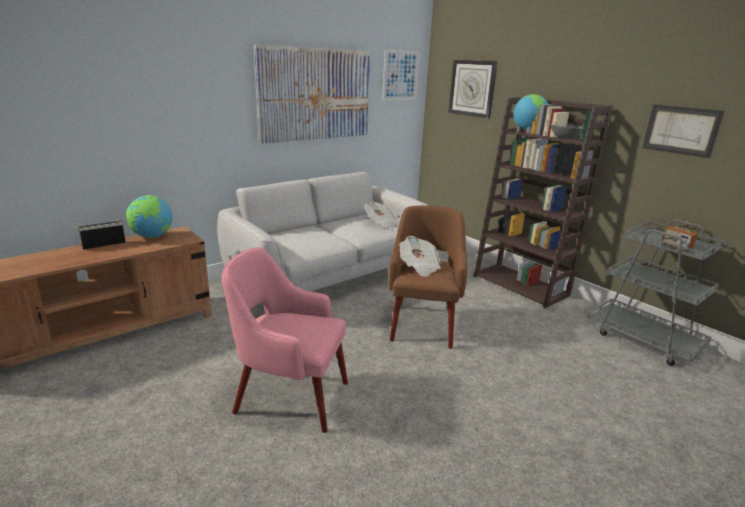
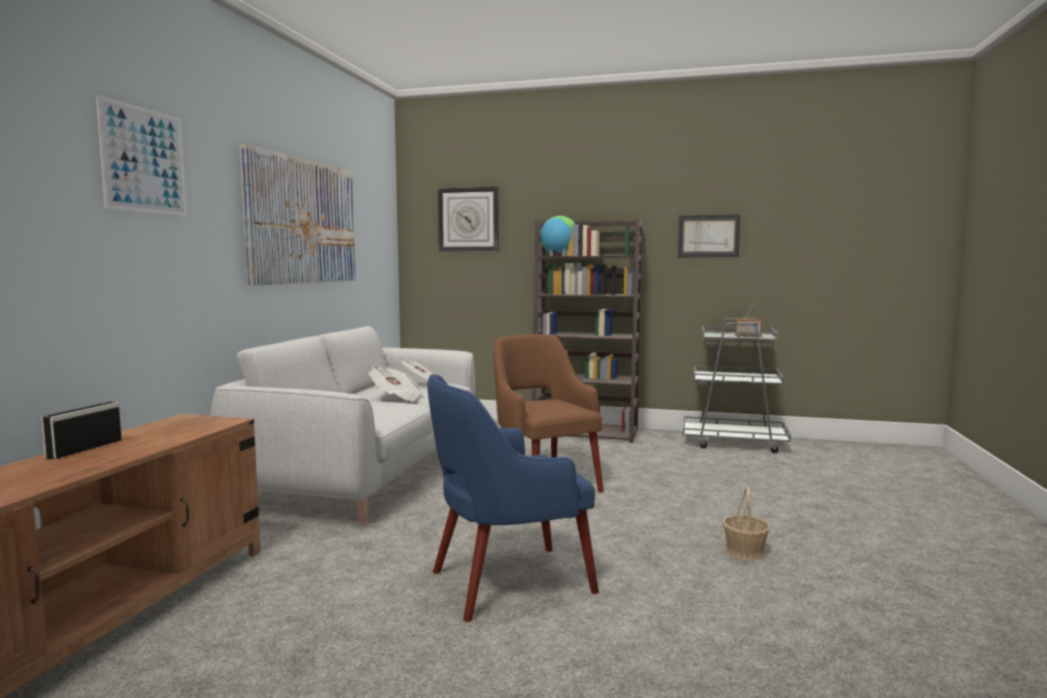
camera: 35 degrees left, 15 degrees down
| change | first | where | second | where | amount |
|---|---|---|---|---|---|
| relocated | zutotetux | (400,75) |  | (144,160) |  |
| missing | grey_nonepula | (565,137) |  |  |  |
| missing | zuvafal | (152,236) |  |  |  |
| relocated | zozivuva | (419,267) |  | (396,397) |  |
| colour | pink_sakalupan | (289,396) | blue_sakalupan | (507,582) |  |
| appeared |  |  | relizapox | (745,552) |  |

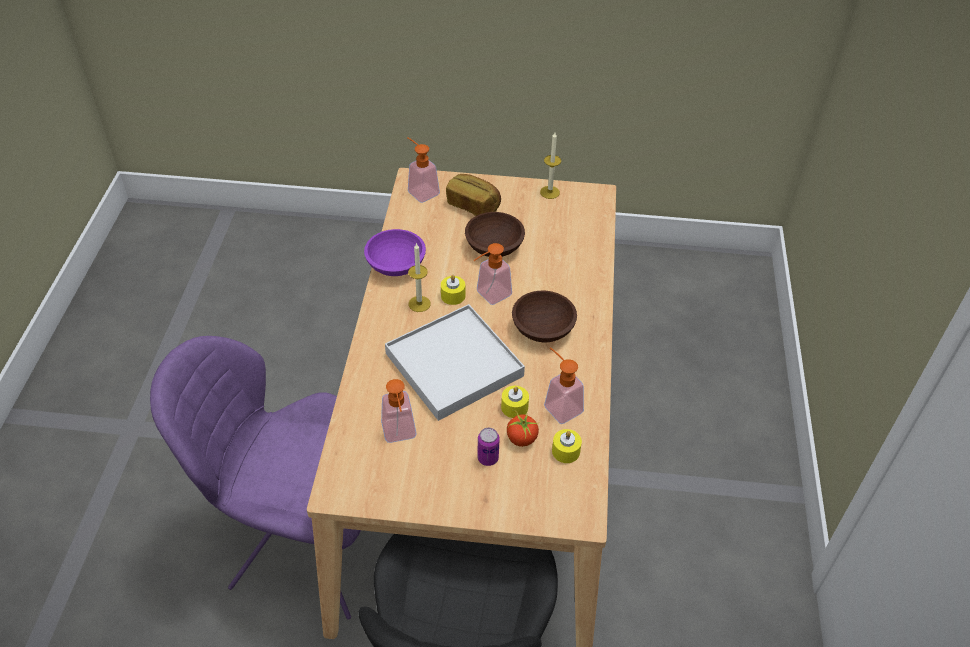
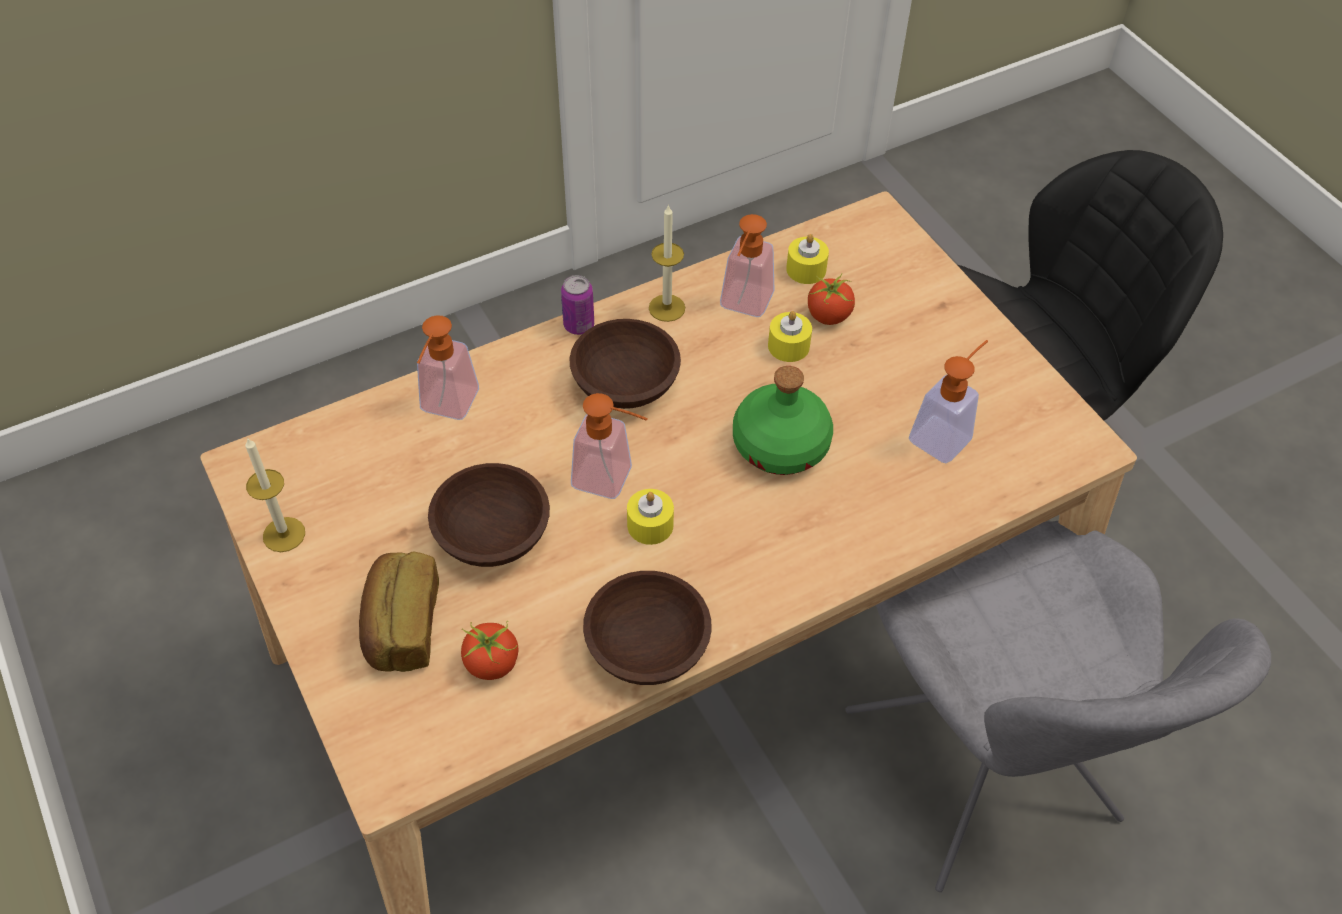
camera: 125 degrees left, 5 degrees up
| change | first | where | second | where | amount |
|---|---|---|---|---|---|
| relocated | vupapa | (420,190) |  | (446,408) |  |
| colour | purple_nonepula | (397,265) | brown_nonepula | (645,646) |  |
| relocated | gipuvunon | (419,304) |  | (667,308) |  |
| exchanged | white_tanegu | (453,365) | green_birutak | (781,446) |  |
| colour | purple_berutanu | (305,546) | grey_berutanu | (985,774) |  |
| relocated | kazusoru | (488,458) |  | (579,325) |  |
| appeared |  |  | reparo | (492,664) |  |

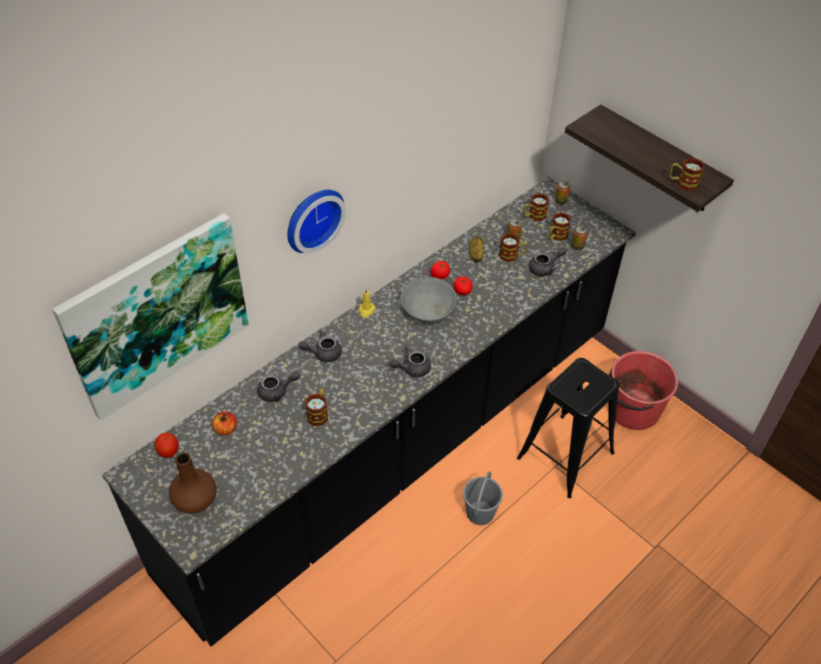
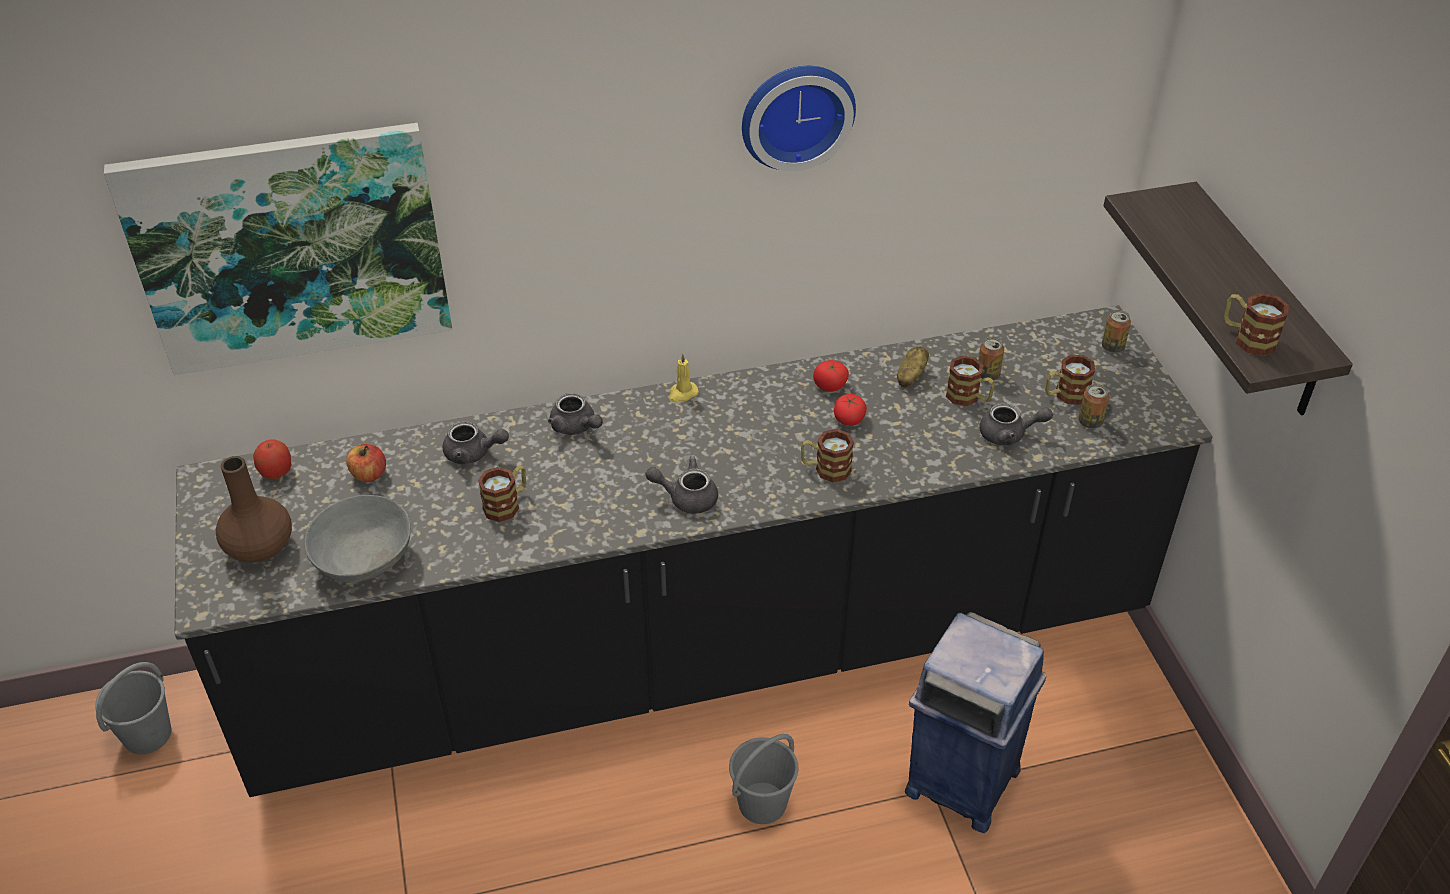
camera: 30 degrees right, 5 degrees down
| change | first | where | second | where | amount |
|---|---|---|---|---|---|
| relocated | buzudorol | (312,218) |  | (795,113) |  |
| relocated | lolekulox | (534,215) |  | (825,469) |  |
| relocated | grey_nonepula | (427,311) |  | (363,558) |  |
| spun | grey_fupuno | (323,353) |  | (576,427) | 150 degrees counterclockwise |
| missing | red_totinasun | (632,409) |  |  |  |
| exchanged | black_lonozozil | (565,455) | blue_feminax | (960,780) |  |
| appeared |  |  | grey_totinasun | (148,734) |  |

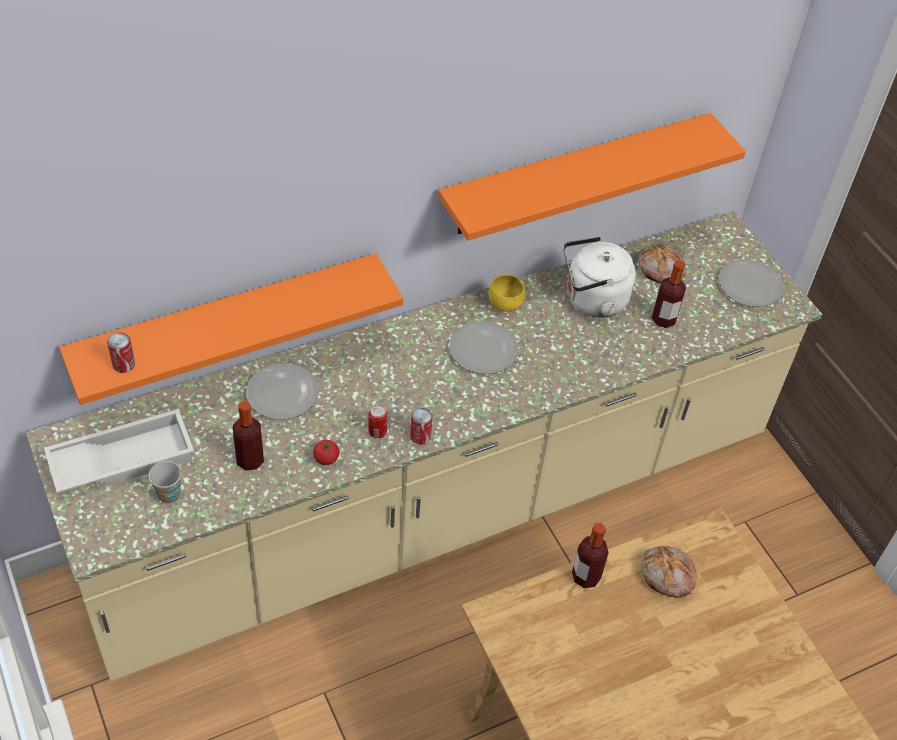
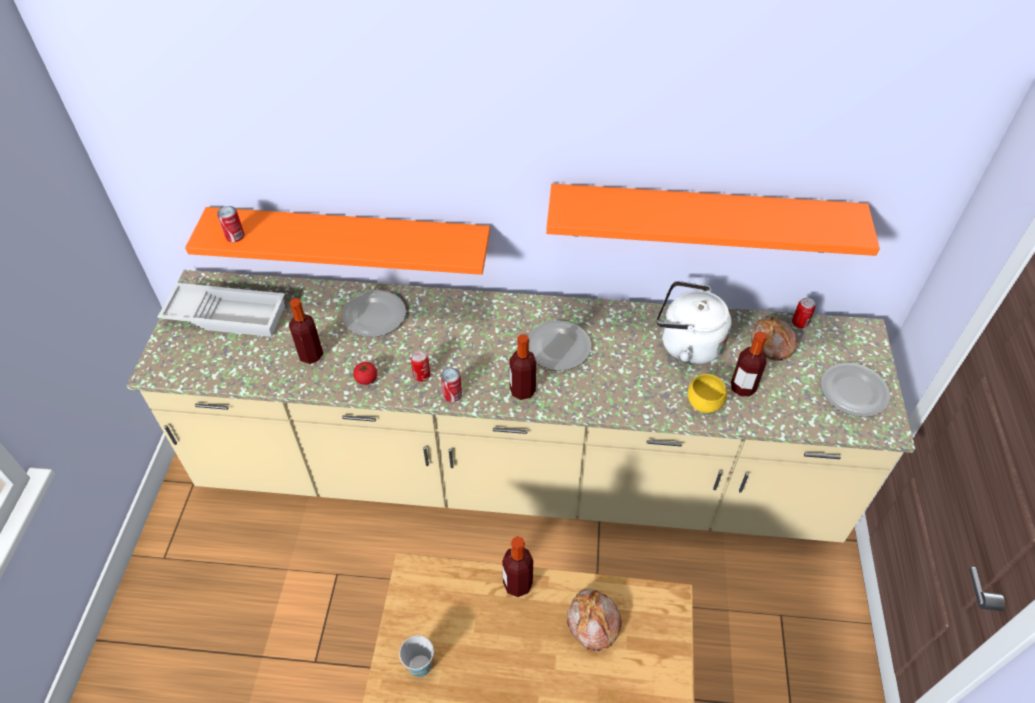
camera: 35 degrees right, 0 degrees up
| change | first | where | second | where | amount |
|---|---|---|---|---|---|
| relocated | yellow_nonepula | (505,304) |  | (704,403) |  |
| relocated | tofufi | (169,495) |  | (420,666) |  |
| appeared |  |  | kazusoru | (799,323) |  |
| appeared |  |  | birutak | (522,390) |  |

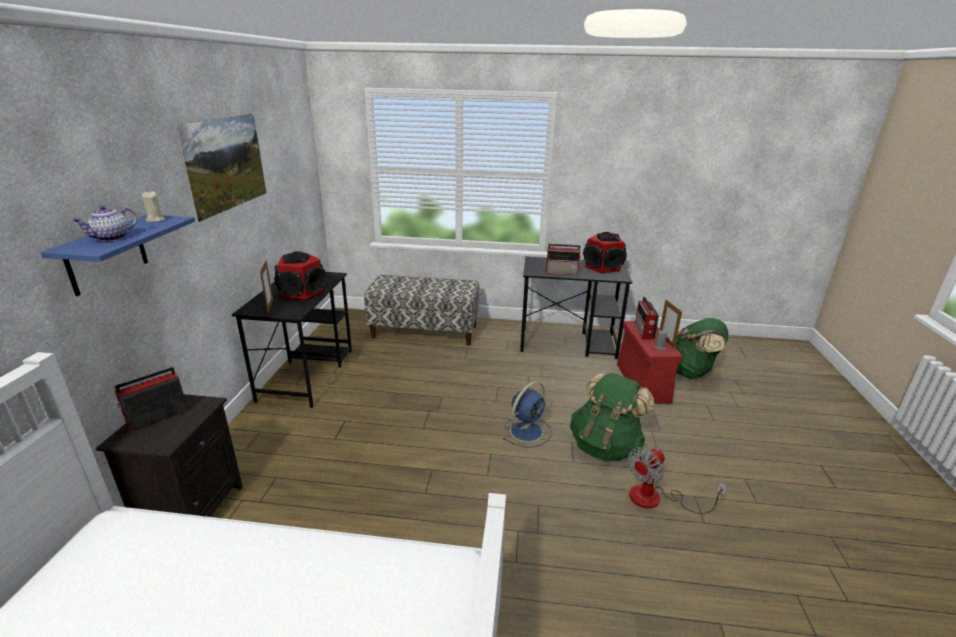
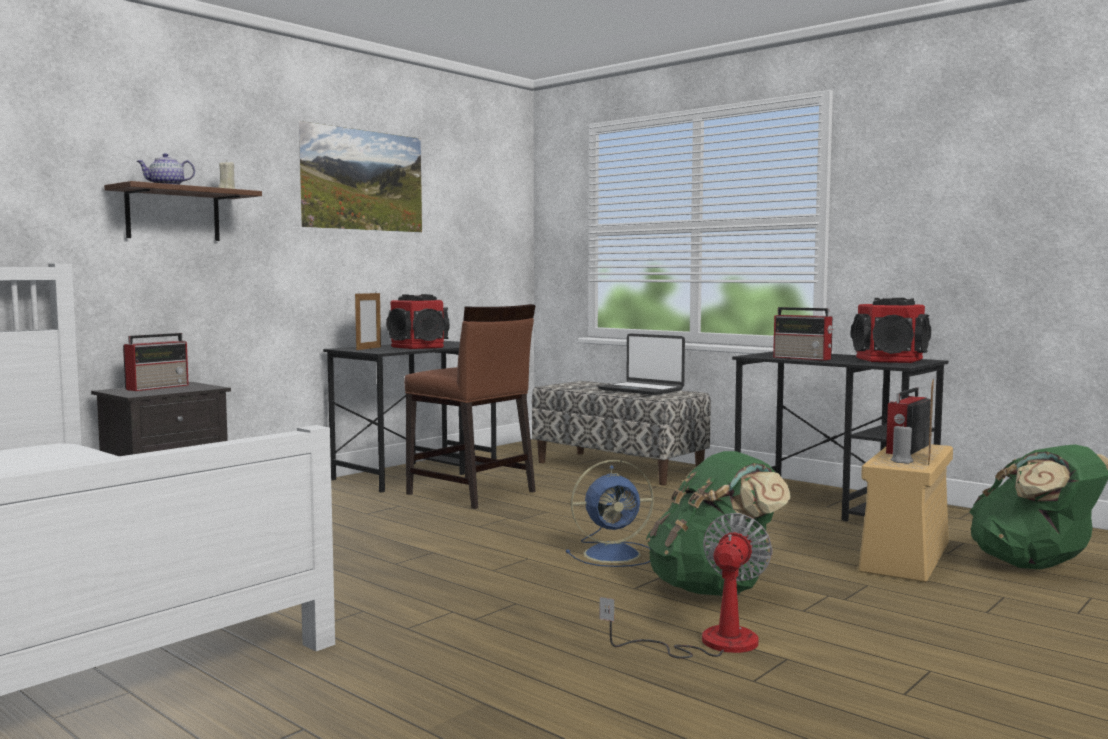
camera: 35 degrees right, 20 degrees down
| change | first | where | second | where | amount |
|---|---|---|---|---|---|
| colour | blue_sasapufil | (107,255) | brown_sasapufil | (173,214) |  |
| colour | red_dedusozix | (643,383) | beige_dedusozix | (905,558) |  |
| spun | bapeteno | (156,418) |  | (158,387) | 135 degrees clockwise |
| spun | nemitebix | (656,499) |  | (709,643) | 120 degrees clockwise |
| appeared |  |  | brown_berutanu | (471,493) |  |
| appeared |  |  | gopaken | (641,390) |  |

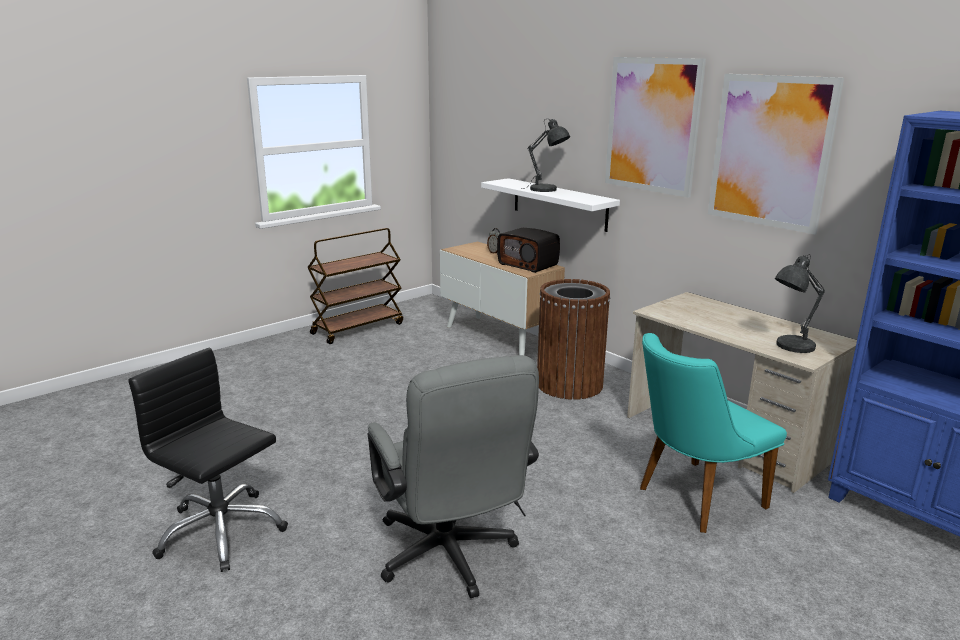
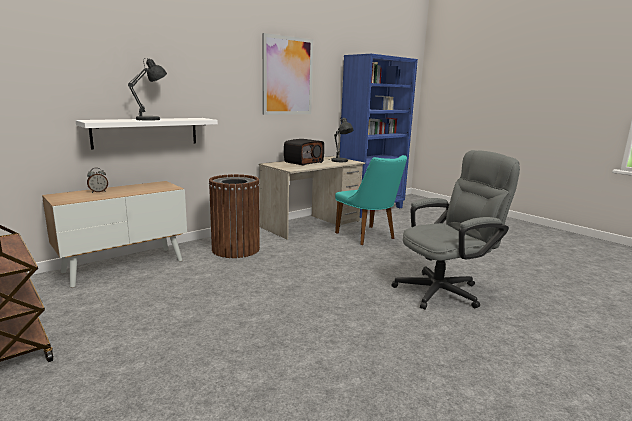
camera: 90 degrees left, 5 degrees down
| change | first | where | second | where | amount |
|---|---|---|---|---|---|
| missing | zutotetux | (652,125) |  |  |  |
| relocated | bapeteno | (529,264) |  | (303,162) |  |
| missing | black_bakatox | (220,531) |  |  |  |

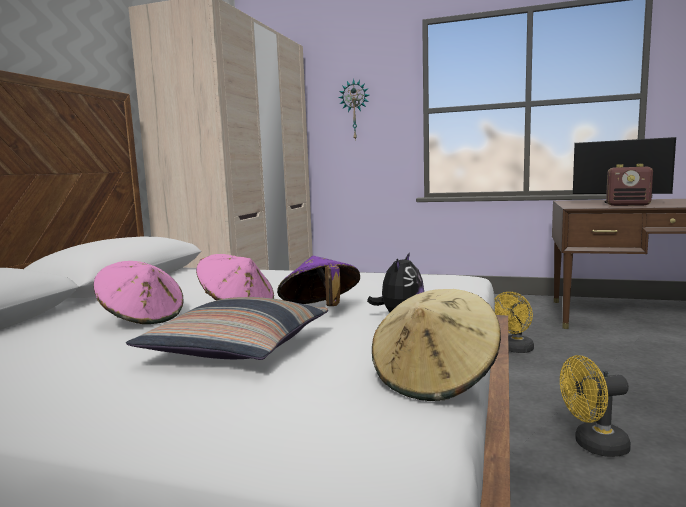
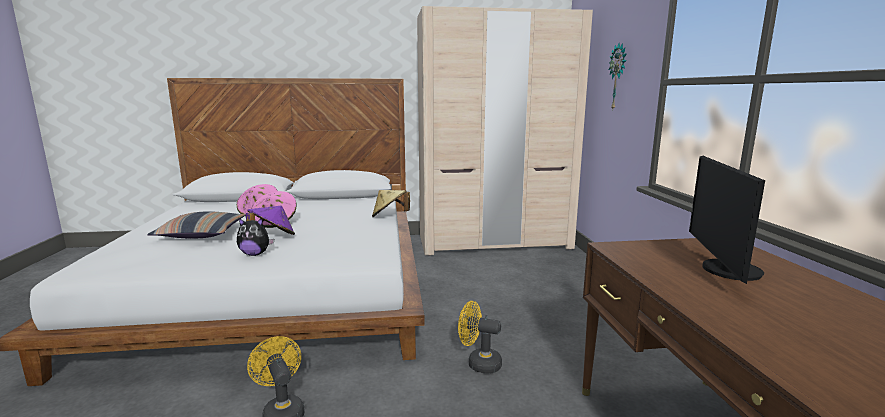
camera: 65 degrees right, 5 degrees up
| change | first | where | second | where | amount |
|---|---|---|---|---|---|
| missing | bapeteno | (628,205) |  |  |  |
| relocated | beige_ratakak | (434,379) |  | (390,216) |  |

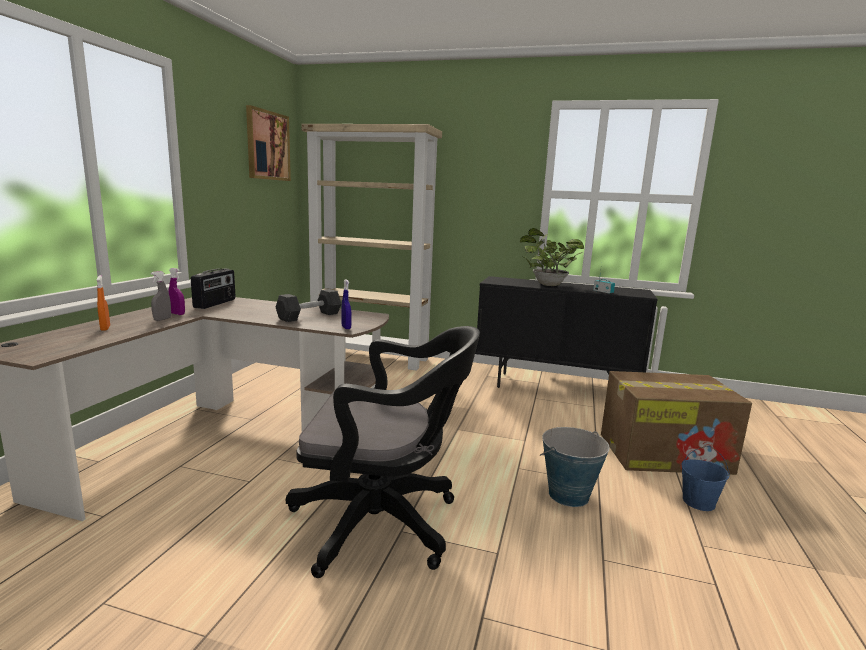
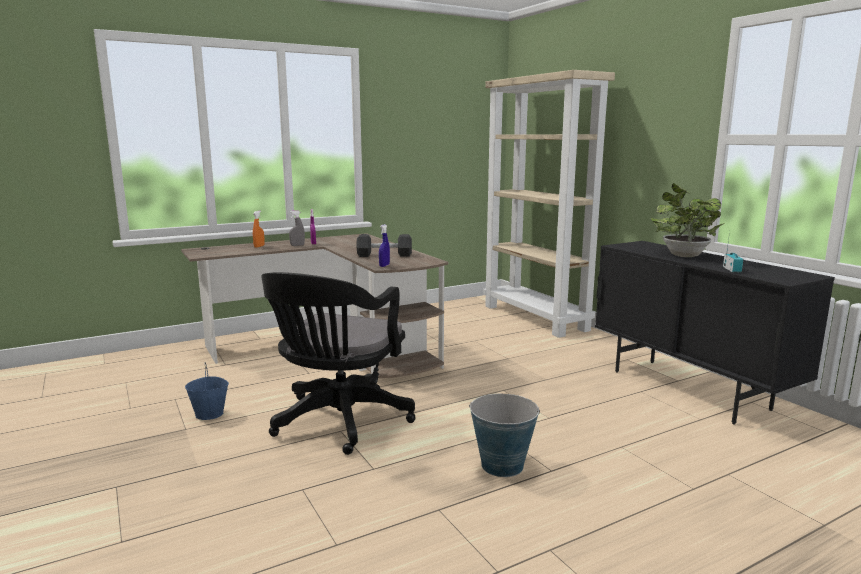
camera: 45 degrees right, 0 degrees up
| change | first | where | second | where | amount |
|---|---|---|---|---|---|
| missing | zutotetux | (267,145) |  |  |  |
| missing | bapeteno | (215,303) |  |  |  |
| spun | black_bakatox | (384,523) |  | (338,423) | 60 degrees clockwise |
| missing | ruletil | (665,453) |  |  |  |
| relocated | blue_totinasun | (698,502) |  | (210,414) |  |

